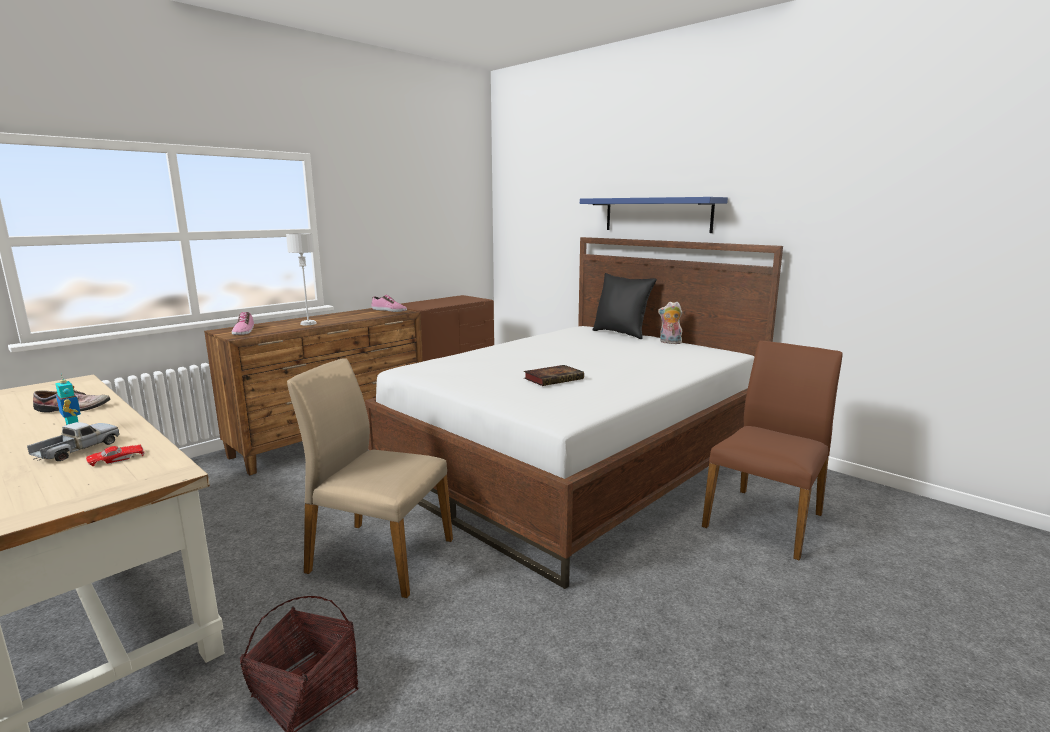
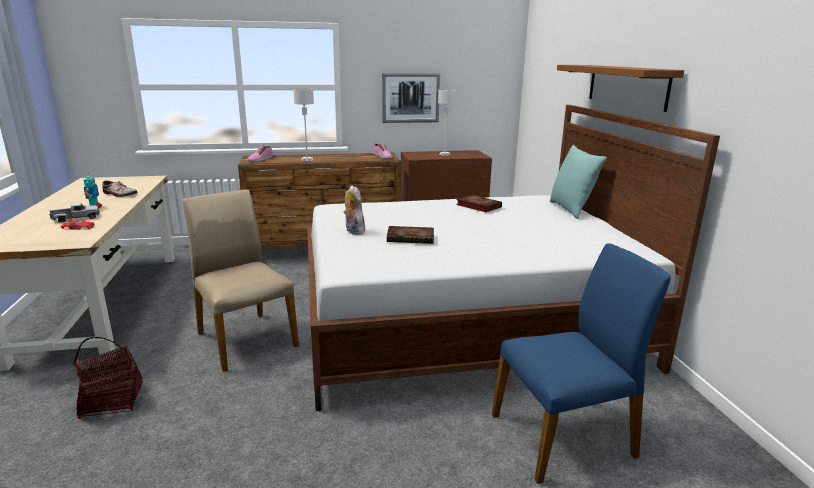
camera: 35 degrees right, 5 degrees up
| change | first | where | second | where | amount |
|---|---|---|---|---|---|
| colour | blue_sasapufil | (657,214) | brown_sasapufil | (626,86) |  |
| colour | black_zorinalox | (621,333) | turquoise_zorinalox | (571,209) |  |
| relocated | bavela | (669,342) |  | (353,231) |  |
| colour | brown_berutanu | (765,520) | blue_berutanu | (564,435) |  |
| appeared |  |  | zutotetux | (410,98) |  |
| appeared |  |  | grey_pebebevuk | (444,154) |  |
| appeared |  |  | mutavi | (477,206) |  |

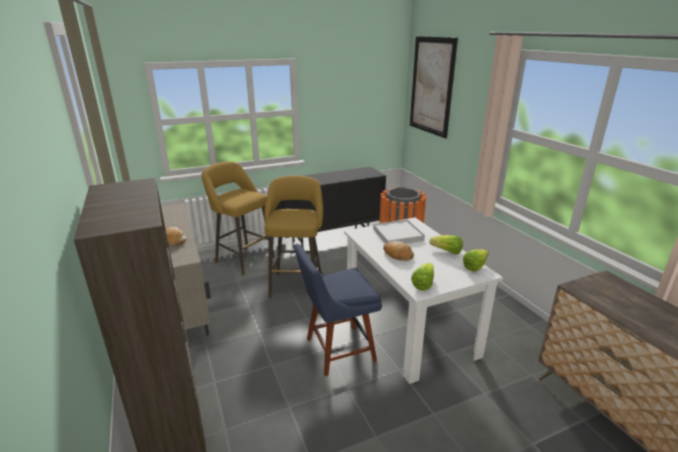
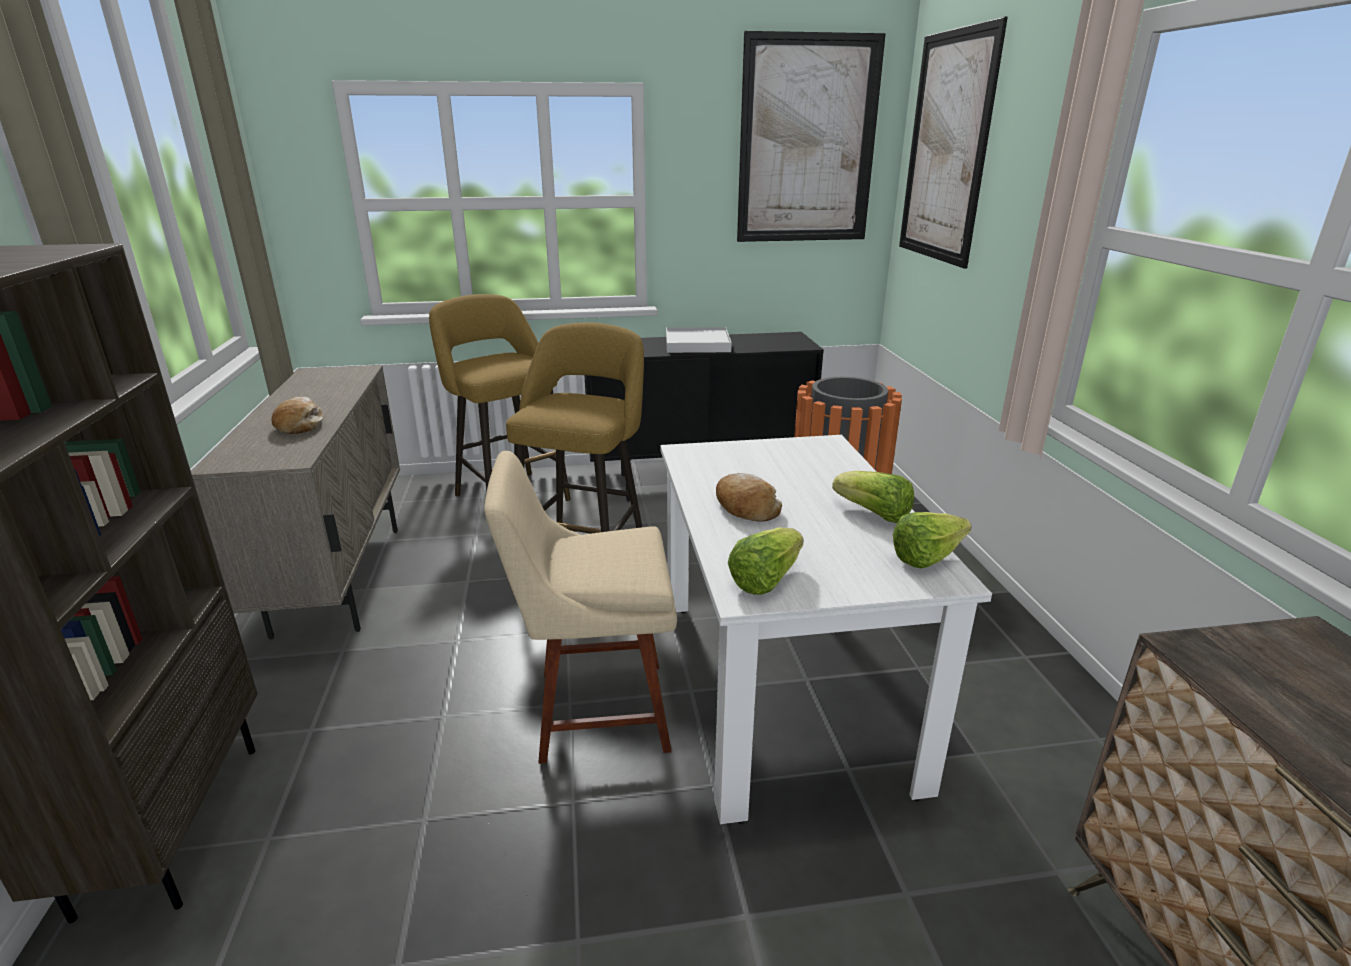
camera: 15 degrees right, 0 degrees up
| change | first | where | second | where | amount |
|---|---|---|---|---|---|
| relocated | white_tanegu | (397,235) |  | (697,344) |  |
| colour | blue_berutanu | (336,350) | beige_berutanu | (594,710) |  |
| appeared |  |  | zutotetux | (807,141) |  |

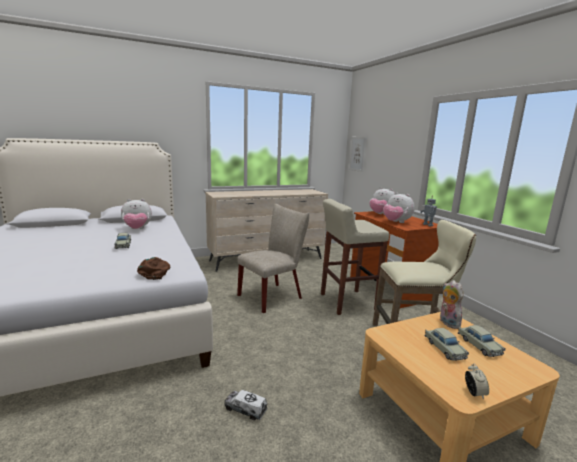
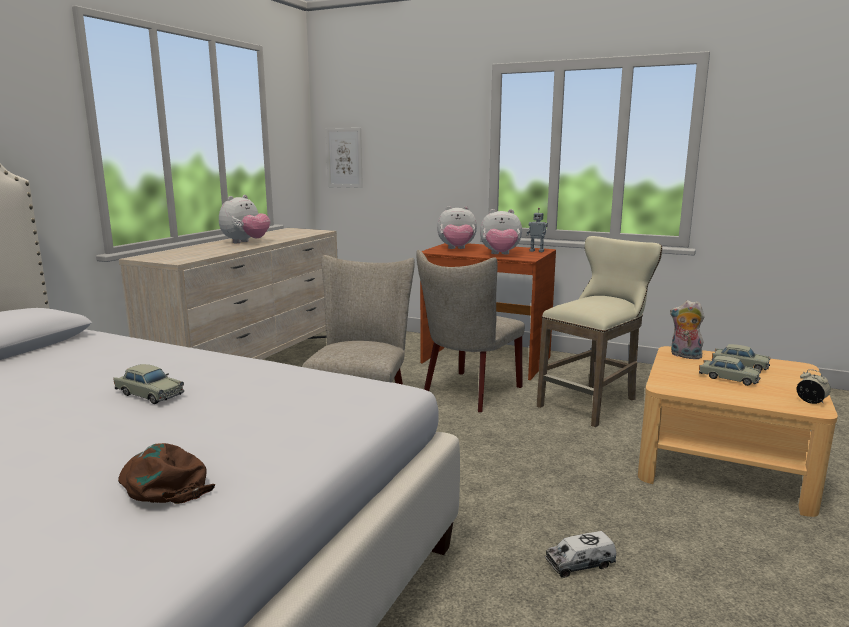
camera: 40 degrees left, 0 degrees up
| change | first | where | second | where | amount |
|---|---|---|---|---|---|
| relocated | bavela | (137,229) |  | (245,242) |  |
| exchanged | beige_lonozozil | (347,302) | beige_berutanu | (468,393) |  |
| relocated | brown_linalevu | (155,272) |  | (163,482) |  |

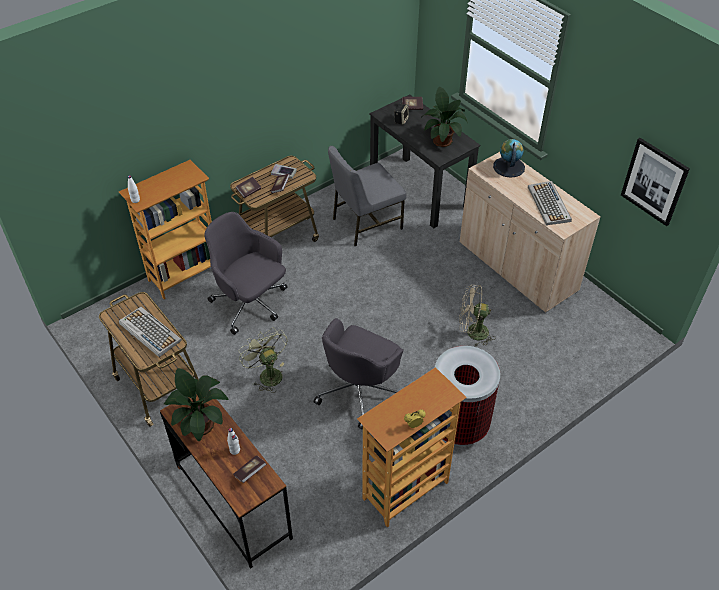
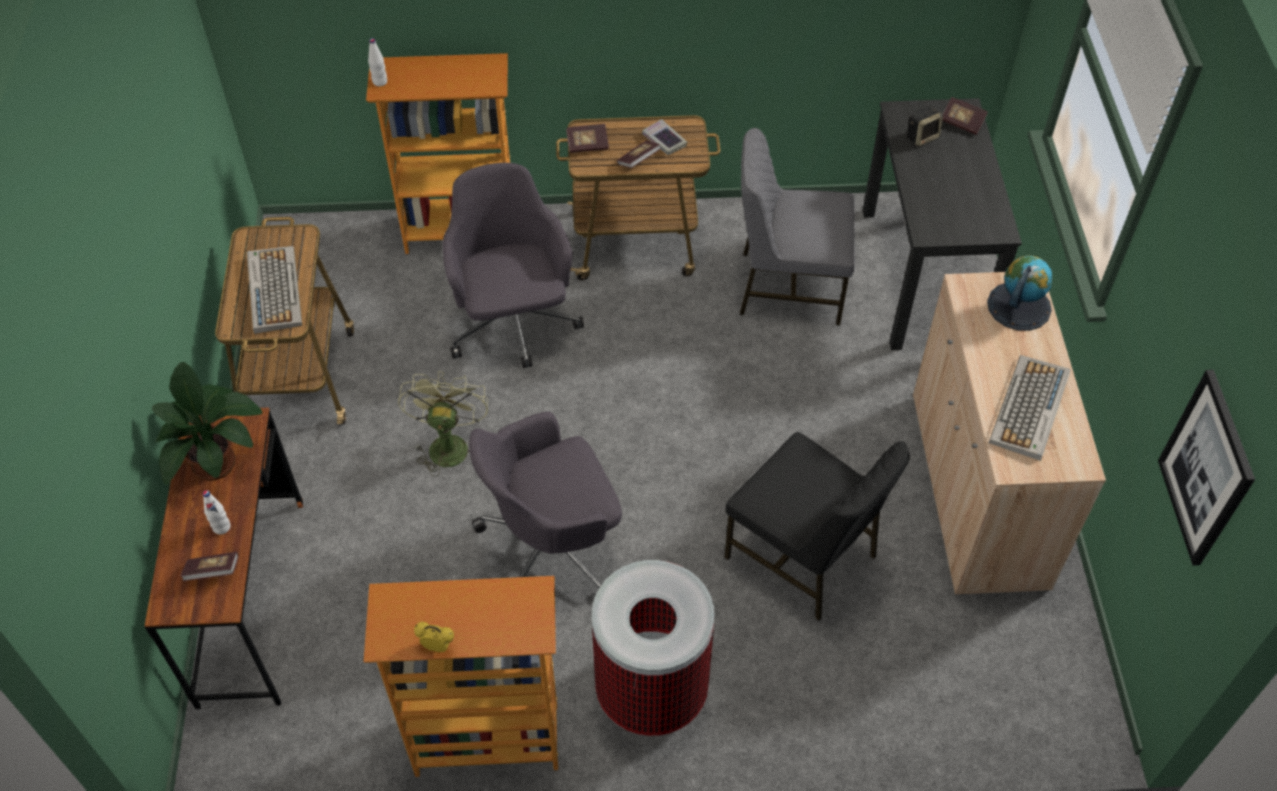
camera: 35 degrees right, 5 degrees up
| change | first | where | second | where | amount |
|---|---|---|---|---|---|
| missing | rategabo | (442,139) |  |  |  |
| exchanged | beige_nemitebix | (472,332) | black_berutanu | (803,557) |  |

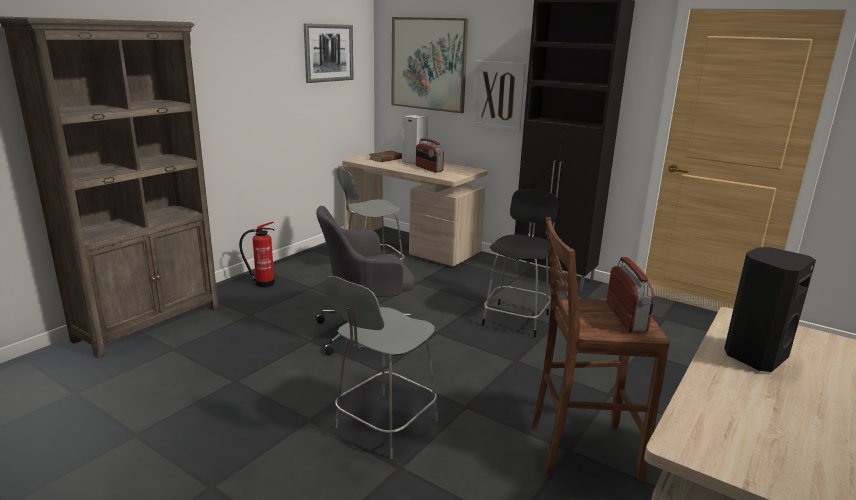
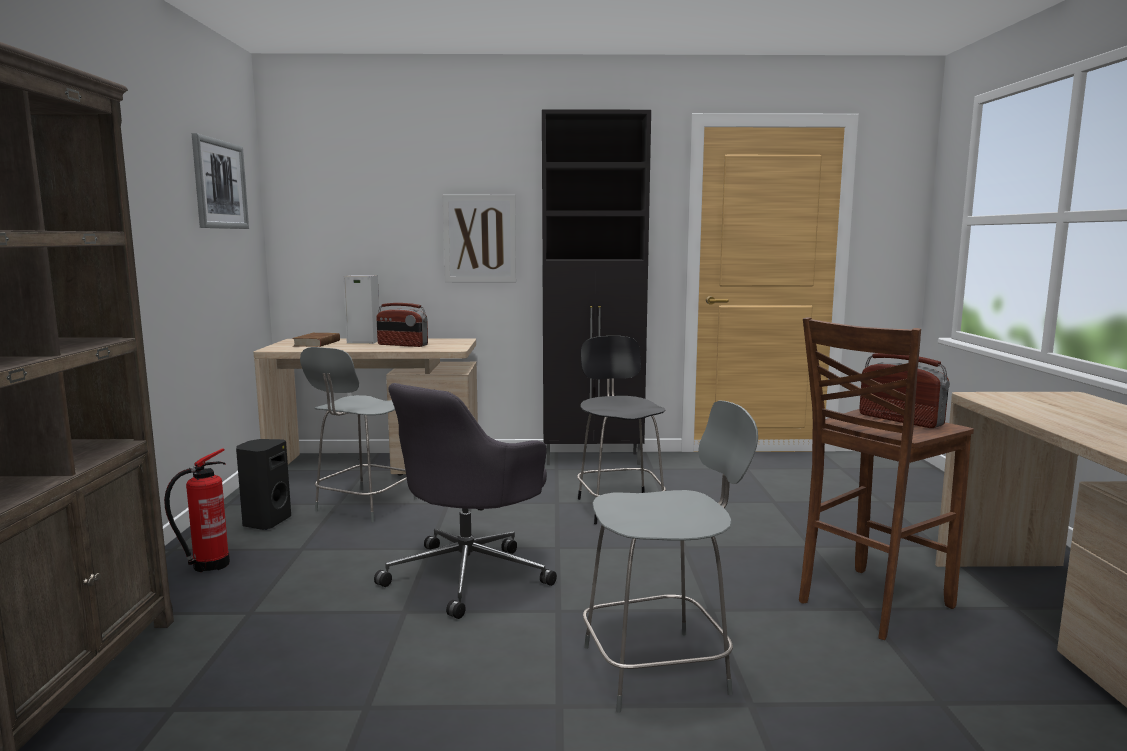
camera: 35 degrees left, 10 degrees down
| change | first | where | second | where | amount |
|---|---|---|---|---|---|
| missing | zutotetux | (428,64) |  |  |  |
| relocated | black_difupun | (753,356) |  | (265,522) |  |
| spun | grey_berutanu | (383,426) |  | (660,668) | 105 degrees counterclockwise |

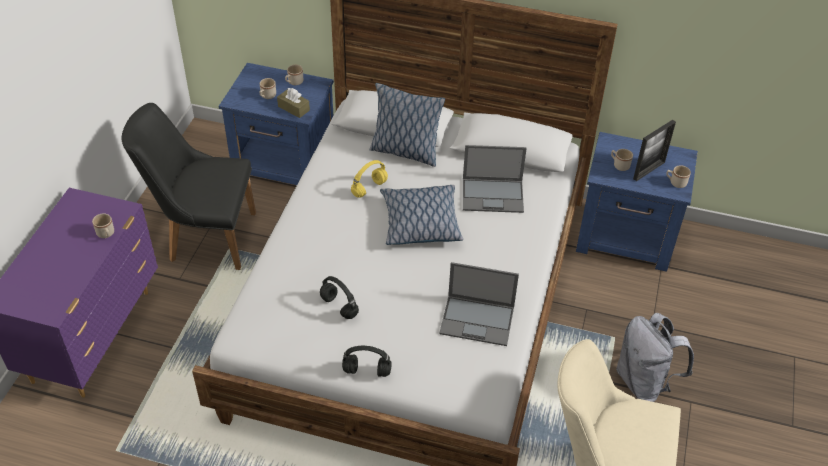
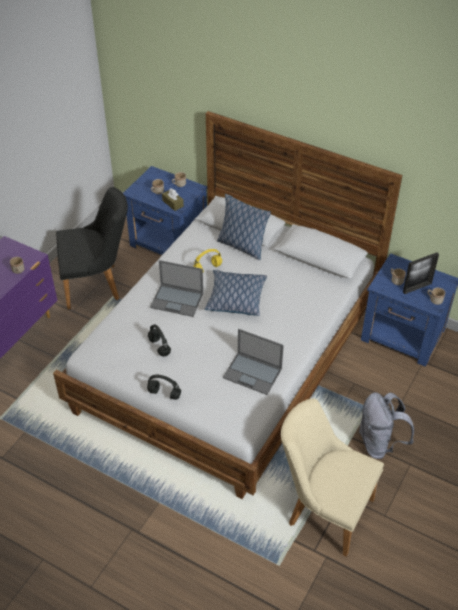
camera: 15 degrees right, 0 degrees up
| change | first | where | second | where | amount |
|---|---|---|---|---|---|
| spun | black_berutanu | (203,236) |  | (98,284) | 150 degrees clockwise |
| relocated | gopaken | (493,195) |  | (177,300) |  |

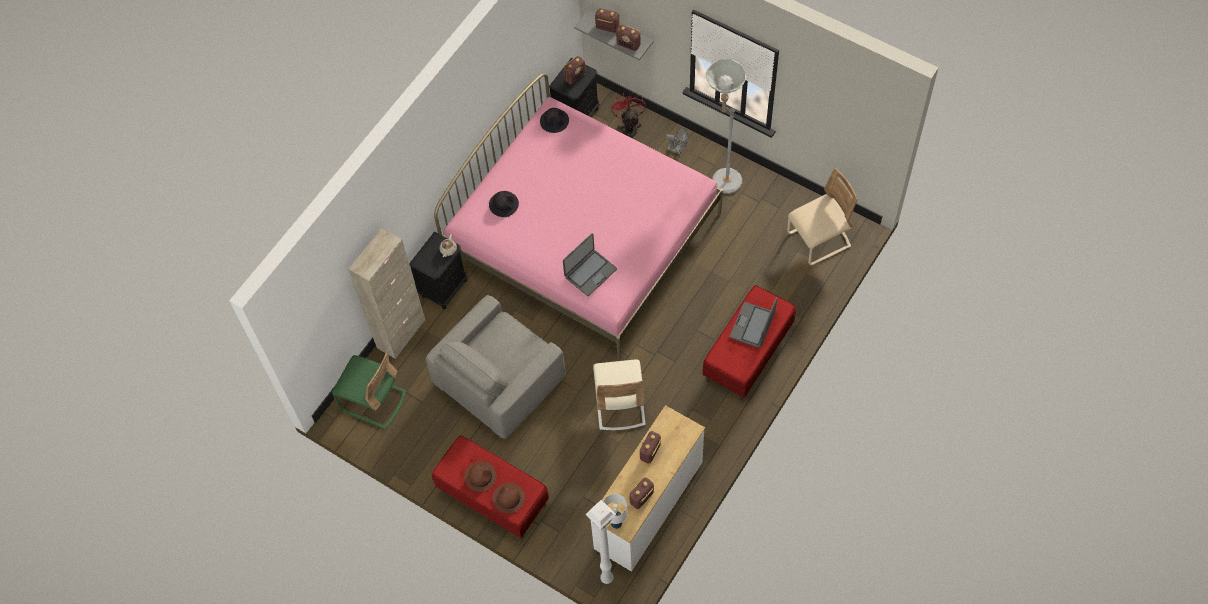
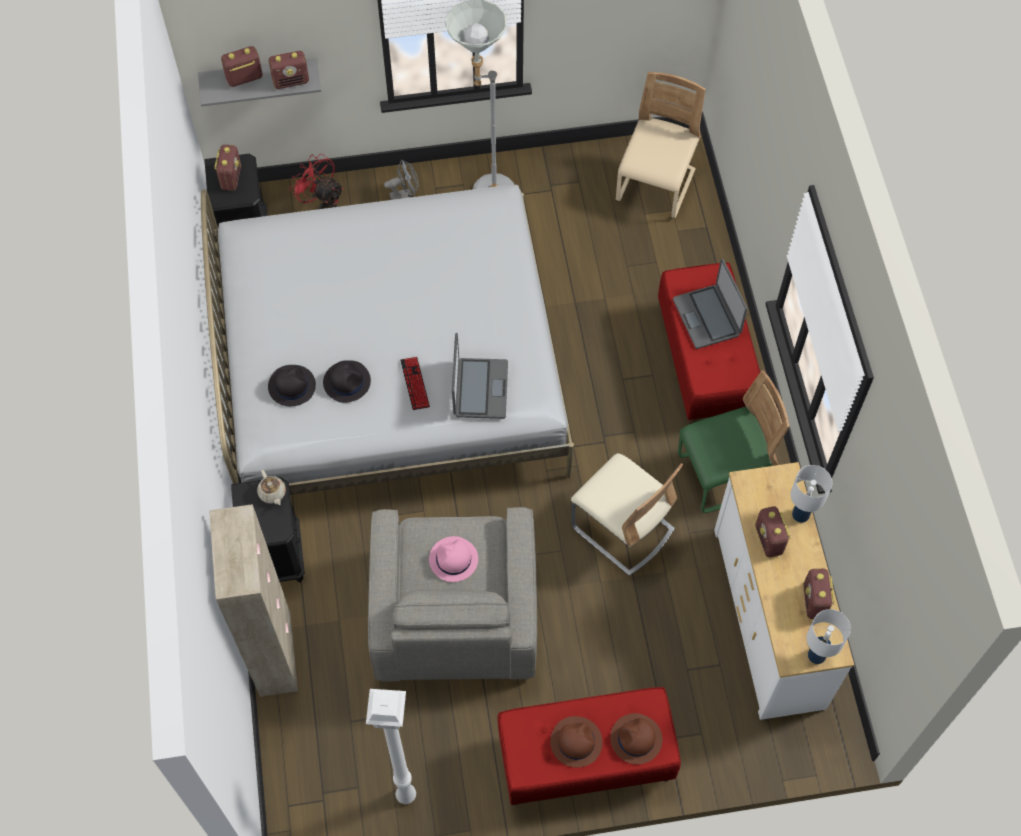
camera: 45 degrees left, 0 degrees up
| change | first | where | second | where | amount |
|---|---|---|---|---|---|
| colour | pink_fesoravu | (583,237) | white_fesoravu | (391,370) |  |
| relocated | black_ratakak | (554,121) |  | (347,381) |  |
| relocated | green_berutanu | (373,401) |  | (724,475) |  |
| relocated | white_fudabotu | (607,579) |  | (407,796) |  |
| appeared |  |  | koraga | (415,384) |  |
| appeared |  |  | white_pebebevuk | (800,514) |  |
| appeared |  |  | pink_ratakak | (453,560) |  |

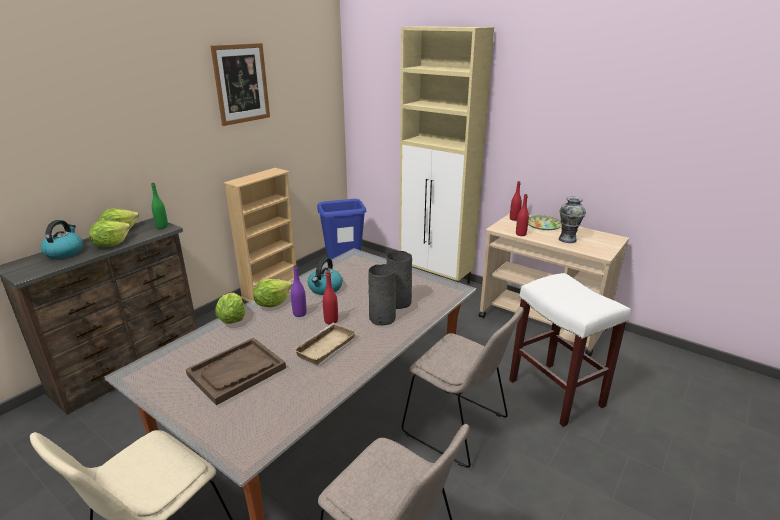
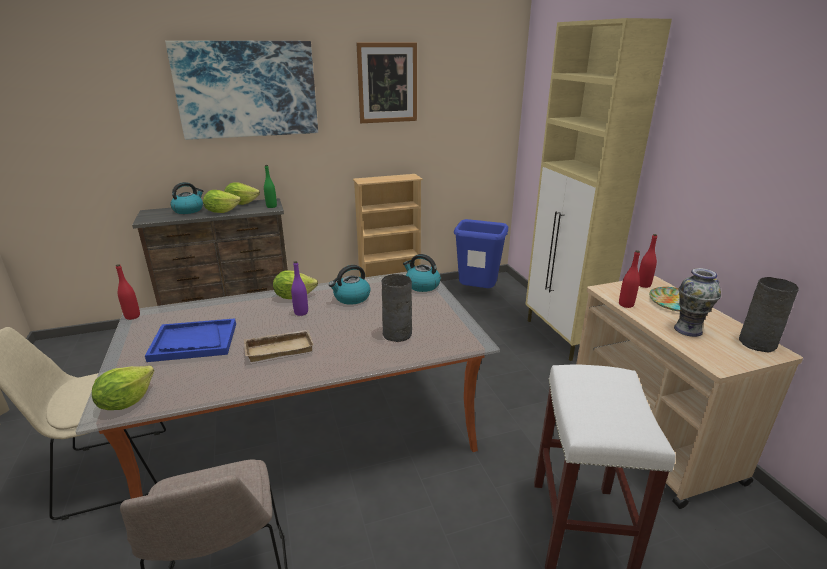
camera: 35 degrees right, 0 degrees up
| change | first | where | second | where | amount |
|---|---|---|---|---|---|
| relocated | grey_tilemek | (383,318) |  | (758,343) |  |
| relocated | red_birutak | (331,321) |  | (132,316) |  |
| relocated | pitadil | (232,319) |  | (126,401) |  |
| missing | beige_berutanu | (458,427) |  |  |  |
| colour | brown_tanegu | (236,372) | blue_tanegu | (193,342) |  |
| appeared |  |  | zutotetux | (247,89) |  |
| appeared |  |  | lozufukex | (422,285) |  |

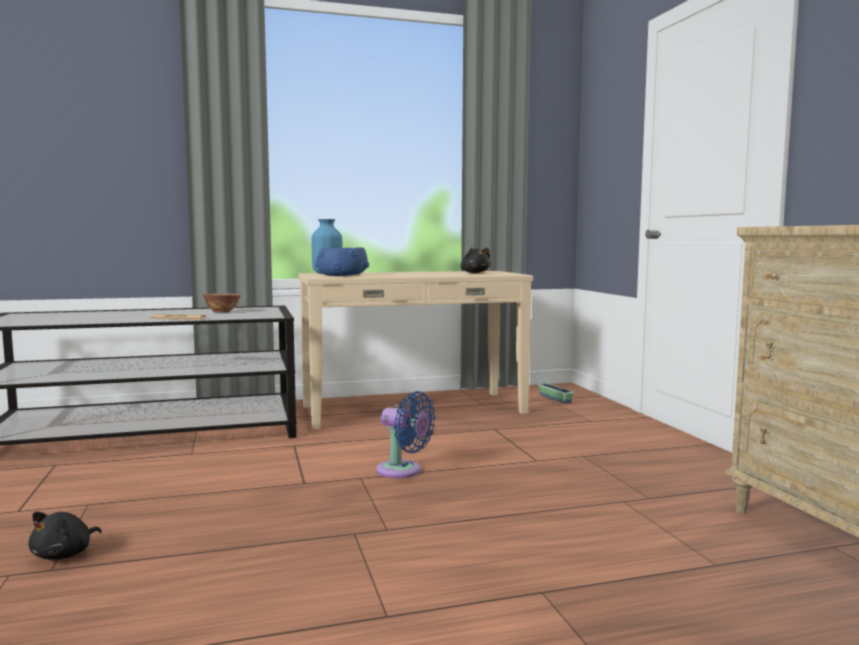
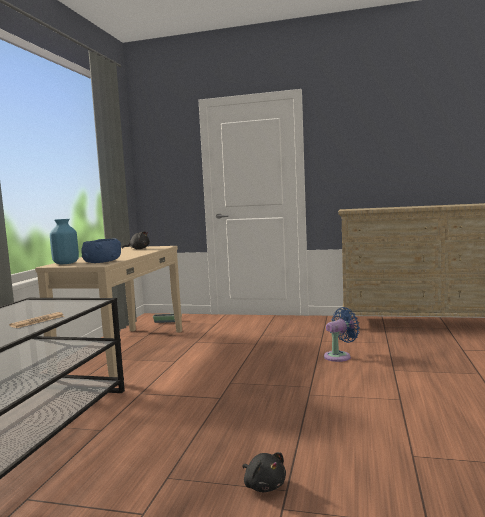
camera: 60 degrees left, 0 degrees up
| change | first | where | second | where | amount |
|---|---|---|---|---|---|
| missing | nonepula | (222,312) |  |  |  |
| relocated | blue_nemitebix | (403,471) |  | (339,356) |  |

